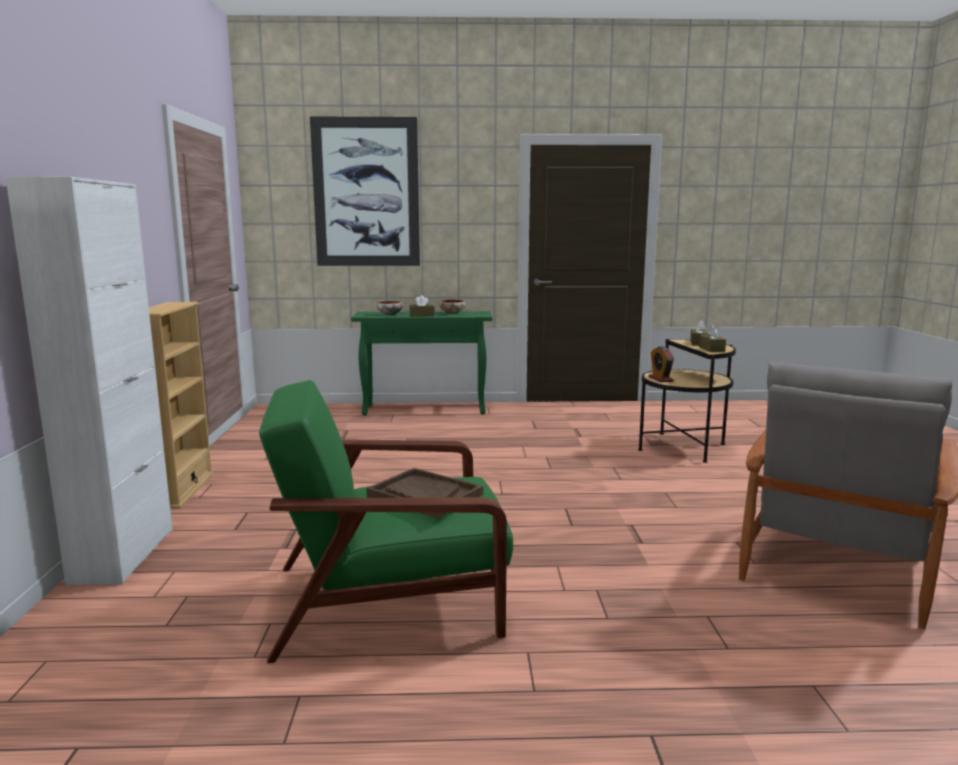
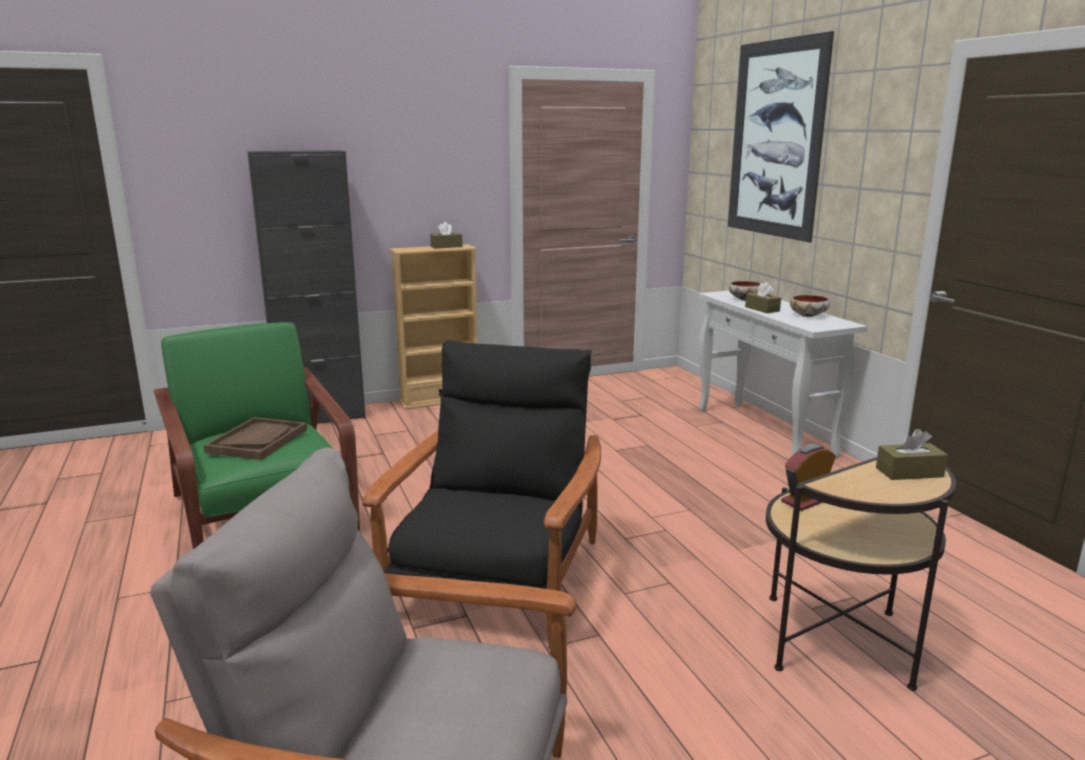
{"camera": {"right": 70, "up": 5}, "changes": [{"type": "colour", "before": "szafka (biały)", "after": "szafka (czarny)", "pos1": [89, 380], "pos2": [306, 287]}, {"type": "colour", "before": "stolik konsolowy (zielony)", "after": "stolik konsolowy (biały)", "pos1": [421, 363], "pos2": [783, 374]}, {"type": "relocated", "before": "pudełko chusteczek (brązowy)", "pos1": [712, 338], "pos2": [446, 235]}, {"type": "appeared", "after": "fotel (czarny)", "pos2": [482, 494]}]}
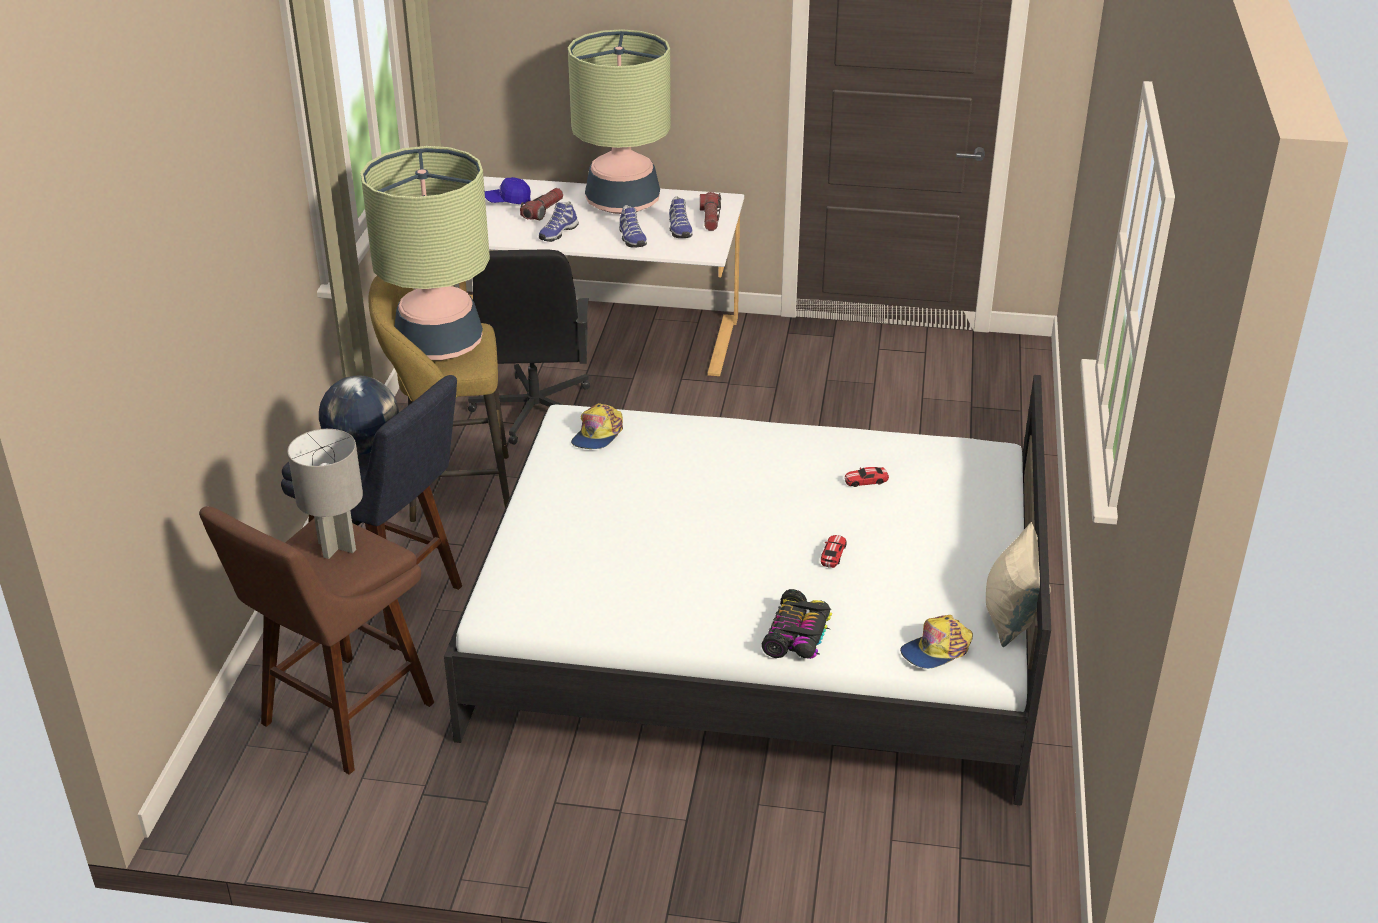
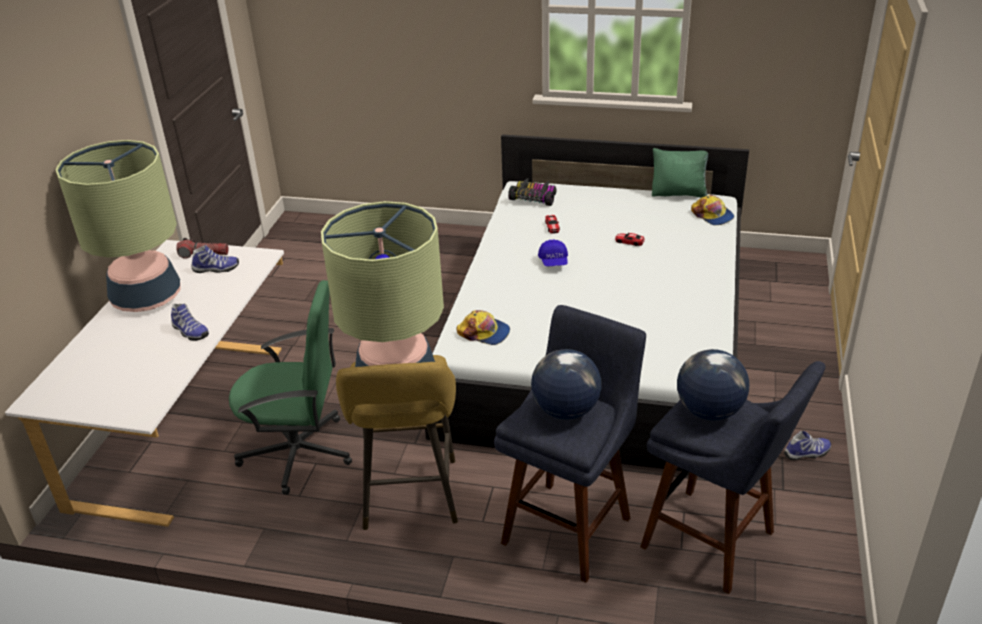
{"camera": {"right": -85, "up": 0}, "changes": [{"type": "relocated", "before": "czapka z daszkiem (niebieski)", "pos1": [508, 190], "pos2": [553, 253]}, {"type": "missing", "before": "latarka", "pos1": [541, 204]}, {"type": "relocated", "before": "but", "pos1": [633, 226], "pos2": [807, 445]}, {"type": "colour", "before": "krzesło biurowe (czarny)", "after": "krzesło biurowe (zielony)", "pos1": [529, 347], "pos2": [290, 387]}, {"type": "exchanged", "before": "lampa stołowa (szary)", "after": "globus", "pos1": [325, 494], "pos2": [713, 384]}, {"type": "colour", "before": "stołek (brązowy)", "after": "stołek (niebieski)", "pos1": [316, 640], "pos2": [732, 477]}, {"type": "colour", "before": "poduszka (beżowy)", "after": "poduszka (zielony)", "pos1": [1018, 584], "pos2": [680, 173]}, {"type": "relocated", "before": "samochodzik", "pos1": [797, 624], "pos2": [532, 191]}]}
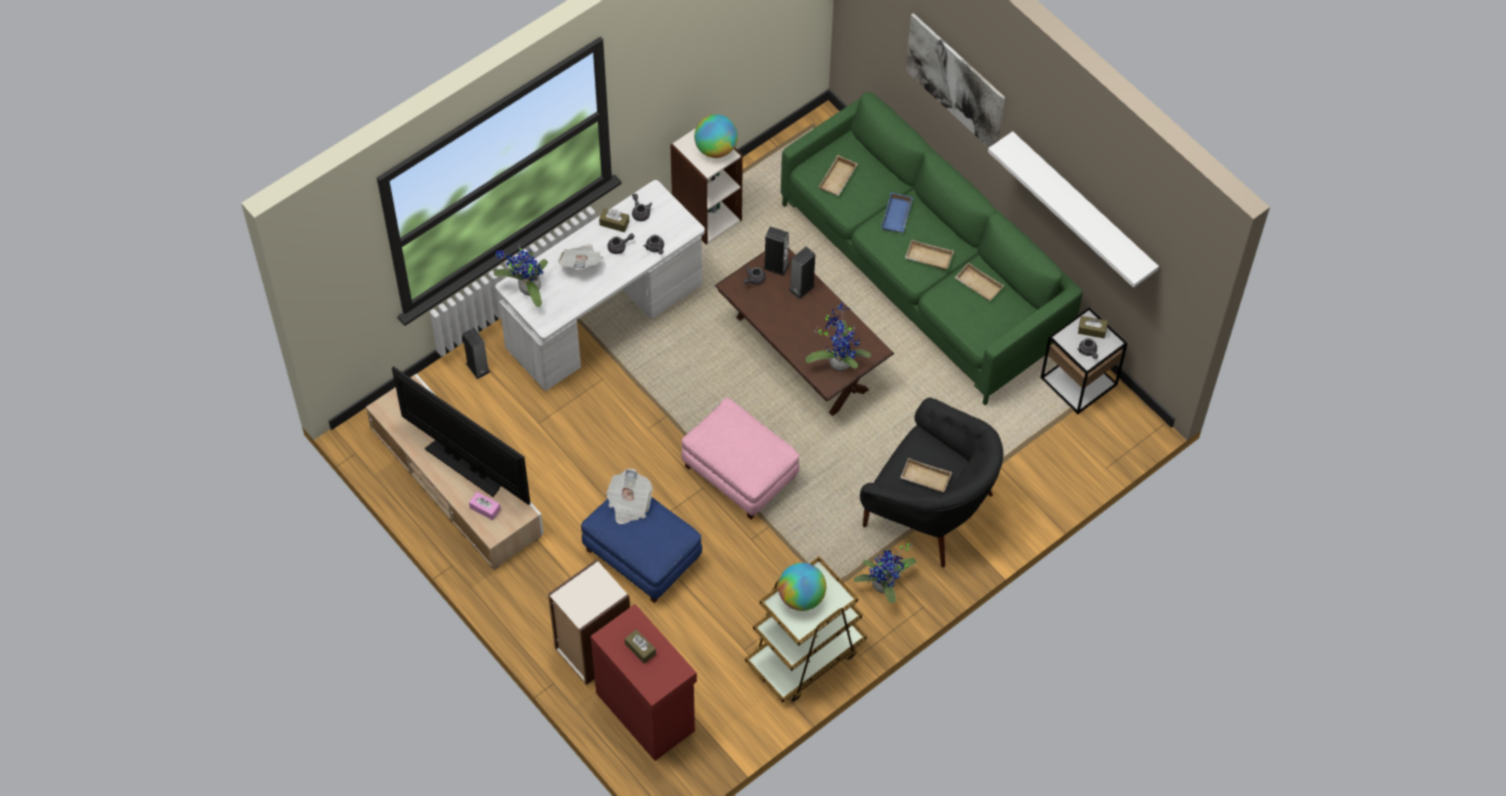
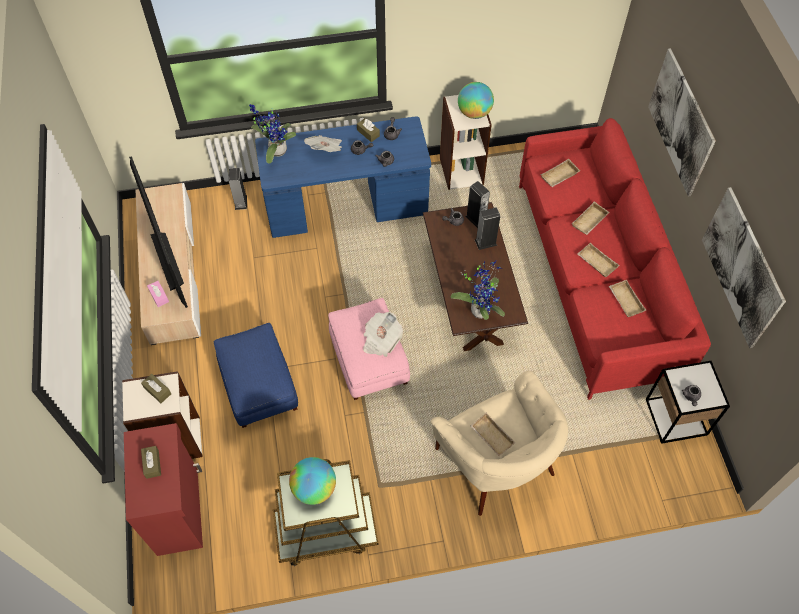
{"camera": {"right": 30, "up": 0}, "changes": [{"type": "colour", "before": "kanapa (zielony)", "after": "kanapa (czerwony)", "pos1": [932, 248], "pos2": [615, 259]}, {"type": "exchanged", "before": "półka (biały)", "after": "obraz", "pos1": [1073, 209], "pos2": [744, 267]}, {"type": "colour", "before": "biurko (biały)", "after": "biurko (niebieski)", "pos1": [600, 285], "pos2": [343, 177]}, {"type": "colour", "before": "taca (niebieski)", "after": "taca (beżowy)", "pos1": [897, 212], "pos2": [590, 218]}, {"type": "relocated", "before": "pudełko chusteczek (brązowy)", "pos1": [1093, 327], "pos2": [156, 388]}, {"type": "colour", "before": "fotel (czarny)", "after": "fotel (beżowy)", "pos1": [931, 482], "pos2": [499, 443]}, {"type": "relocated", "before": "gazeta", "pos1": [629, 496], "pos2": [383, 334]}, {"type": "missing", "before": "roślina doniczkowa", "pos1": [885, 572]}]}
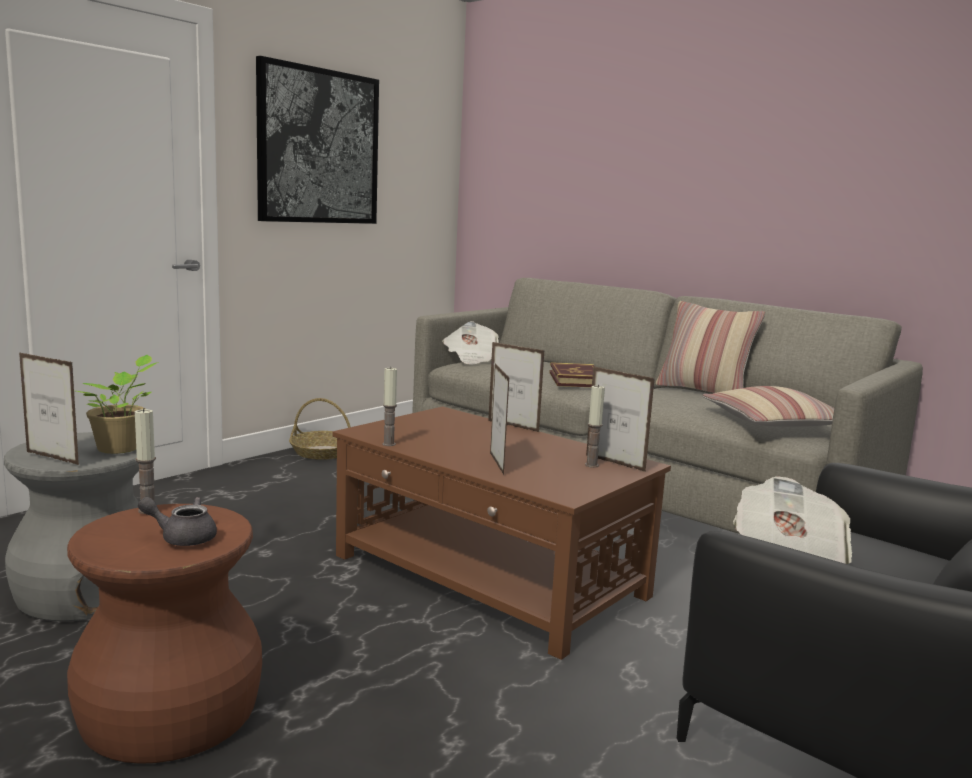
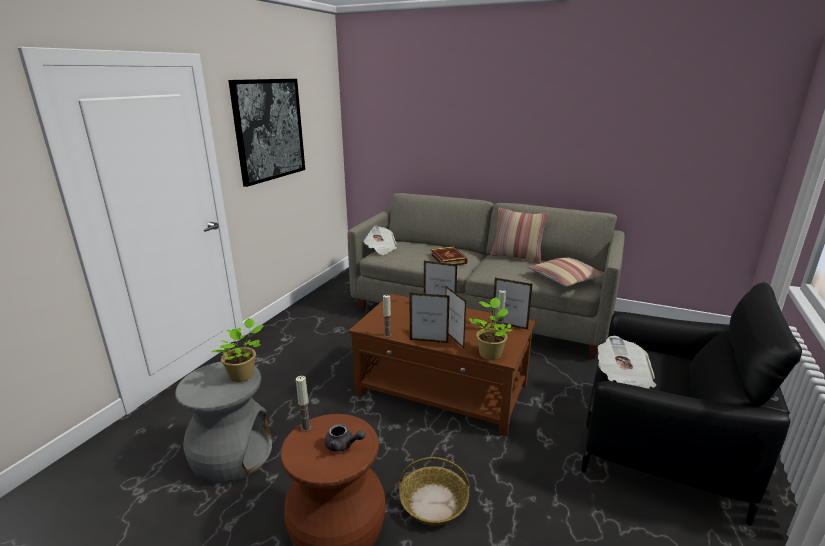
{"camera": {"right": -15, "up": 10}, "changes": [{"type": "relocated", "before": "ramka na zdjęcie", "pos1": [49, 408], "pos2": [429, 318]}, {"type": "relocated", "before": "koszyk", "pos1": [320, 429], "pos2": [434, 491]}, {"type": "spun", "before": "imbryk (szary)", "pos1": [177, 521], "pos2": [345, 438], "turn": -150}, {"type": "appeared", "after": "roślina doniczkowa", "pos2": [491, 328]}]}
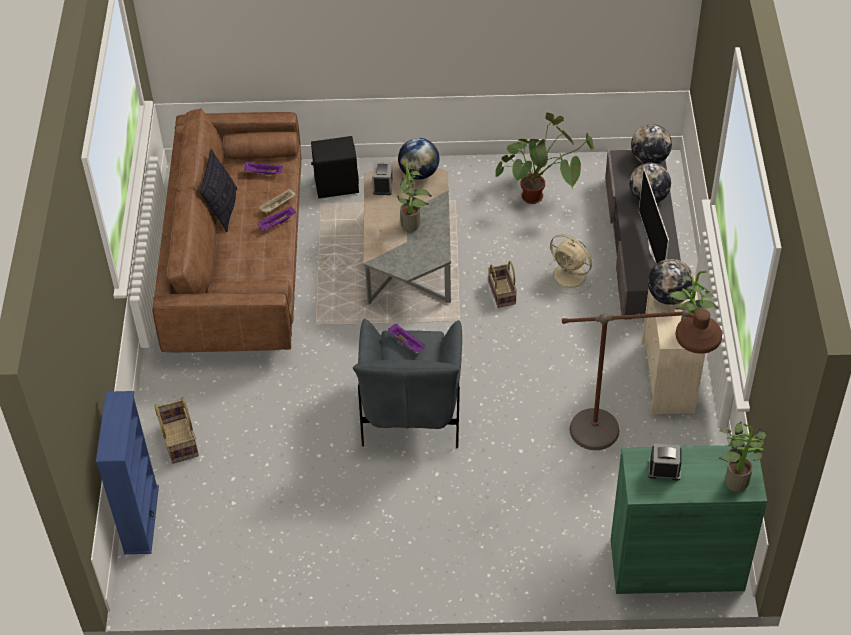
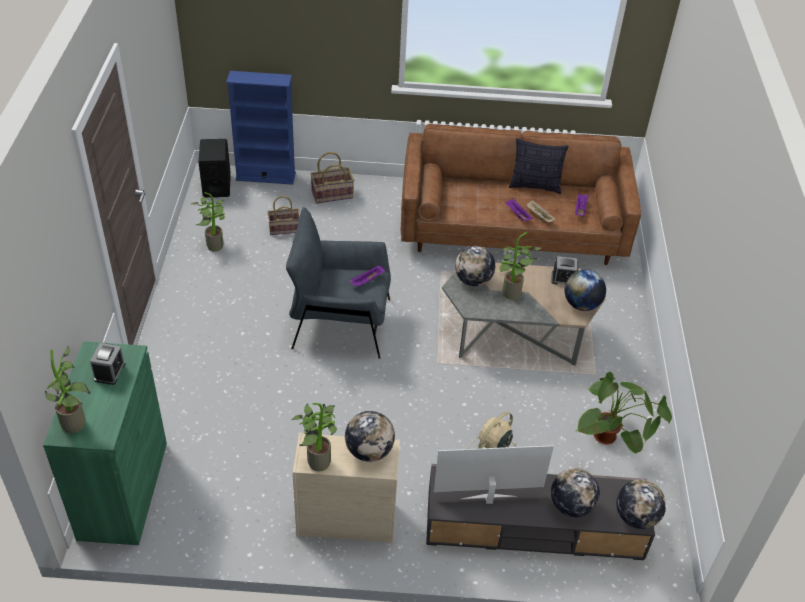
{"camera": {"right": 90, "up": -5}, "changes": [{"type": "relocated", "before": "głośnik (czarny)", "pos1": [335, 167], "pos2": [214, 168]}, {"type": "relocated", "before": "koszyk", "pos1": [502, 284], "pos2": [284, 215]}, {"type": "missing", "before": "lampa stojąca (brązowy)", "pos1": [642, 379]}, {"type": "appeared", "after": "roślina doniczkowa", "pos2": [208, 222]}, {"type": "appeared", "after": "globus", "pos2": [475, 266]}]}
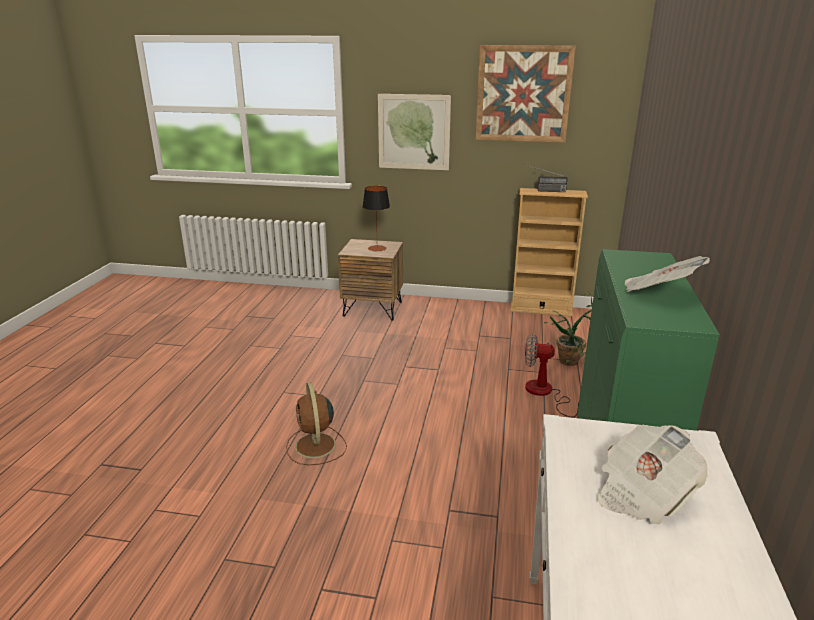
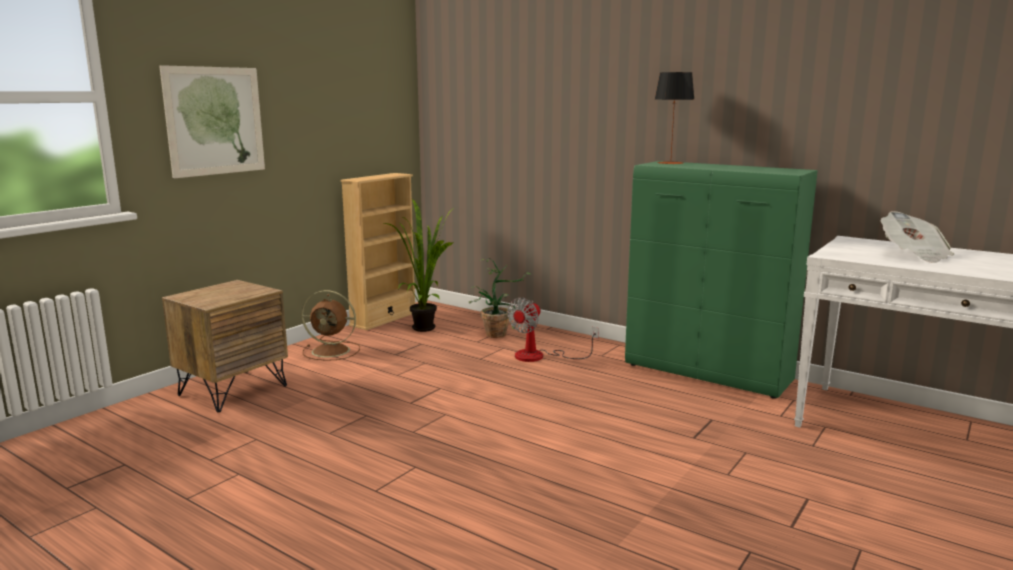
{"camera": {"right": -65, "up": -10}, "changes": [{"type": "missing", "before": "obraz", "pos1": [526, 94]}, {"type": "missing", "before": "radio", "pos1": [547, 178]}, {"type": "relocated", "before": "lampa stołowa", "pos1": [376, 218], "pos2": [675, 118]}, {"type": "missing", "before": "gazeta", "pos1": [667, 274]}, {"type": "relocated", "before": "wentylator (brązowy)", "pos1": [316, 424], "pos2": [330, 325]}, {"type": "appeared", "after": "roślina doniczkowa", "pos2": [418, 265]}]}
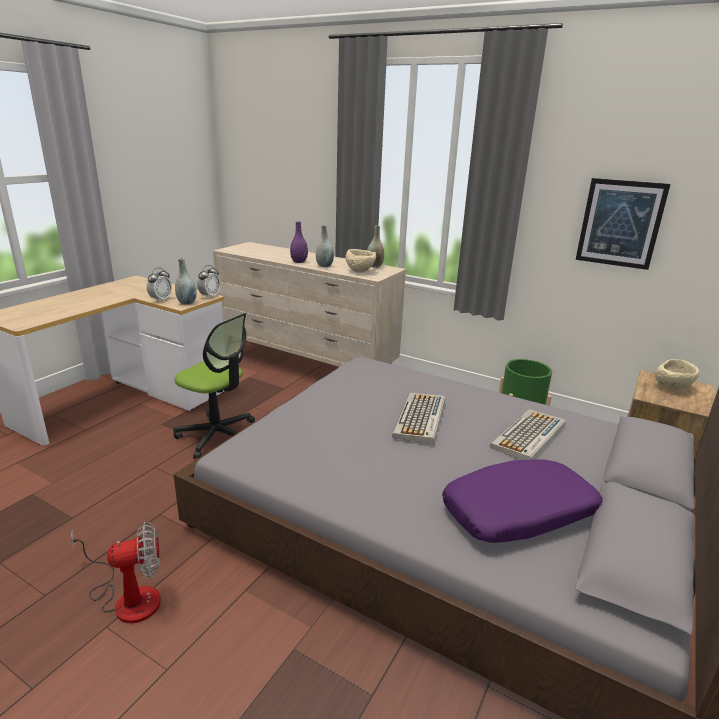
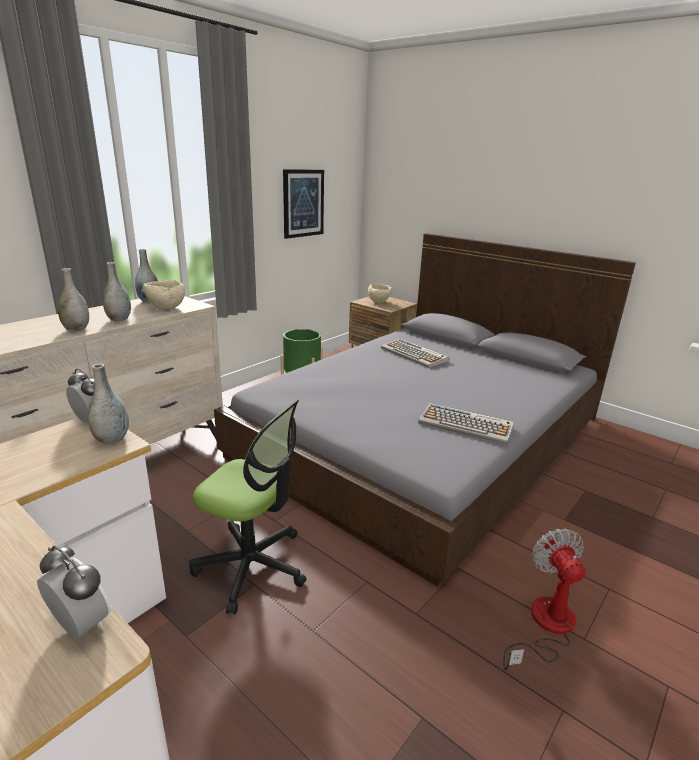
{"camera": {"right": -80, "up": 0}, "changes": [{"type": "colour", "before": "wazon (fioletowy)", "after": "wazon (szary)", "pos1": [299, 242], "pos2": [73, 299]}, {"type": "relocated", "before": "budzik", "pos1": [159, 285], "pos2": [74, 591]}, {"type": "spun", "before": "krzesło biurowe", "pos1": [214, 386], "pos2": [248, 506], "turn": 75}, {"type": "relocated", "before": "klawiatura", "pos1": [418, 418], "pos2": [466, 424]}, {"type": "missing", "before": "poduszka (fioletowy)", "pos1": [522, 501]}]}
